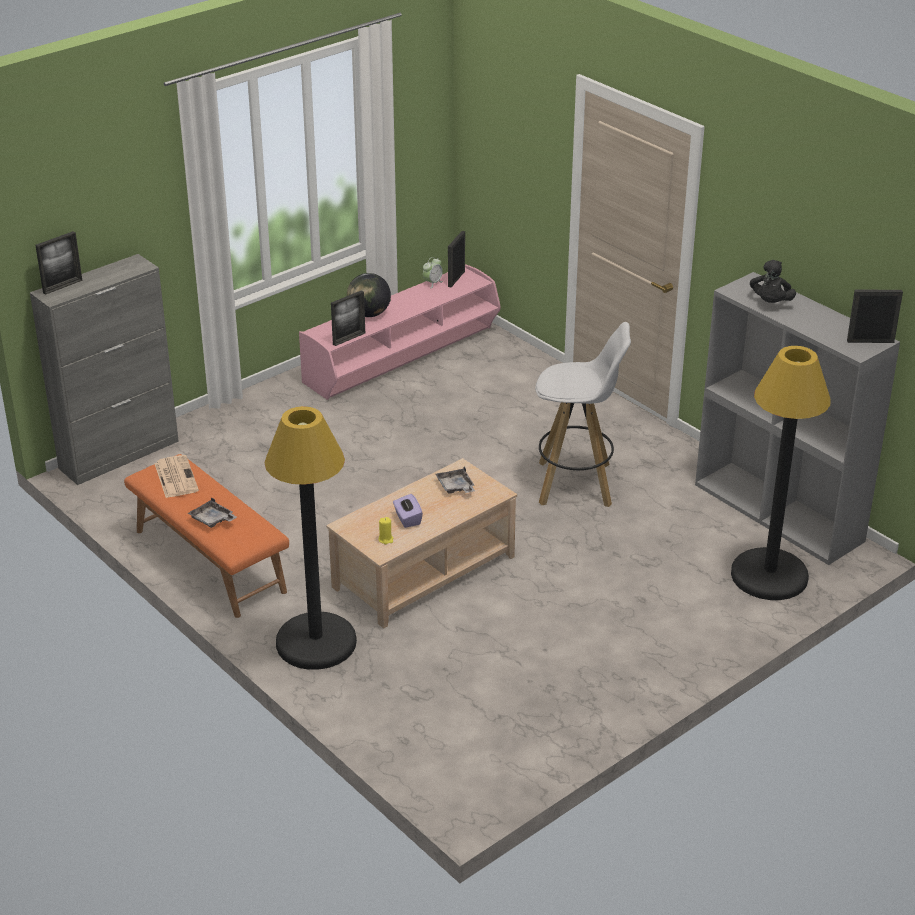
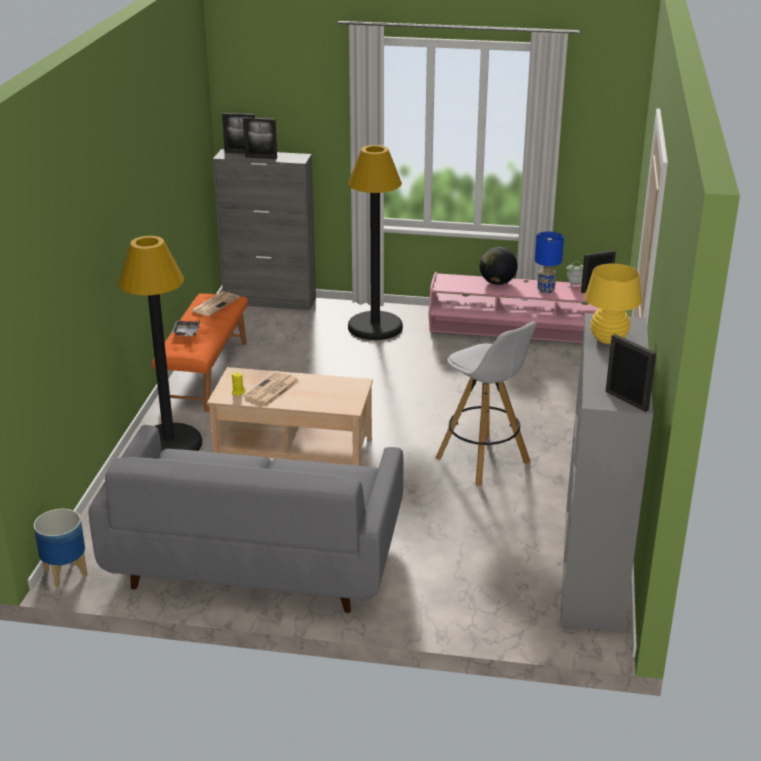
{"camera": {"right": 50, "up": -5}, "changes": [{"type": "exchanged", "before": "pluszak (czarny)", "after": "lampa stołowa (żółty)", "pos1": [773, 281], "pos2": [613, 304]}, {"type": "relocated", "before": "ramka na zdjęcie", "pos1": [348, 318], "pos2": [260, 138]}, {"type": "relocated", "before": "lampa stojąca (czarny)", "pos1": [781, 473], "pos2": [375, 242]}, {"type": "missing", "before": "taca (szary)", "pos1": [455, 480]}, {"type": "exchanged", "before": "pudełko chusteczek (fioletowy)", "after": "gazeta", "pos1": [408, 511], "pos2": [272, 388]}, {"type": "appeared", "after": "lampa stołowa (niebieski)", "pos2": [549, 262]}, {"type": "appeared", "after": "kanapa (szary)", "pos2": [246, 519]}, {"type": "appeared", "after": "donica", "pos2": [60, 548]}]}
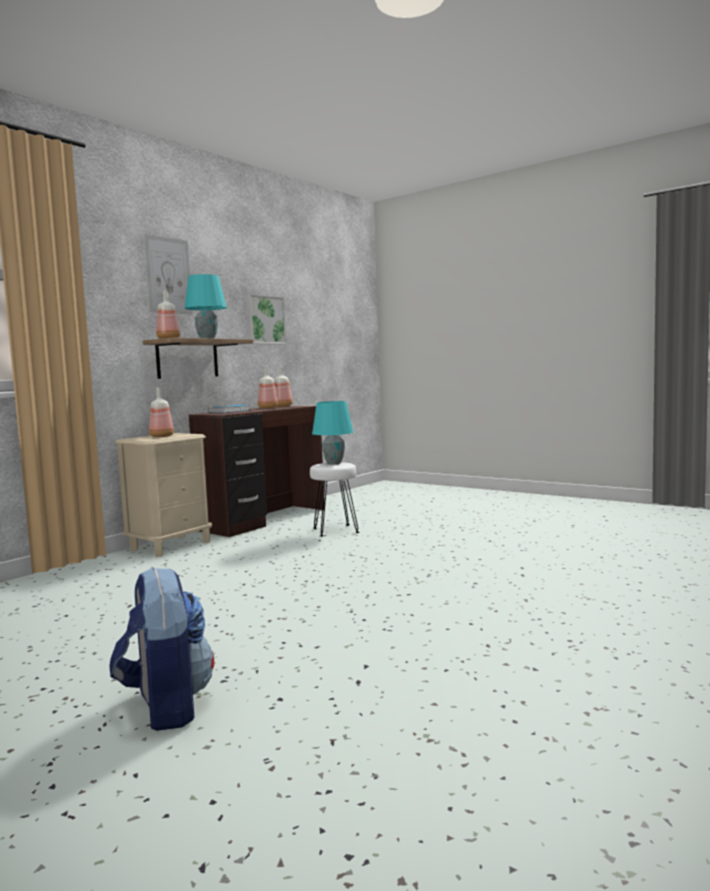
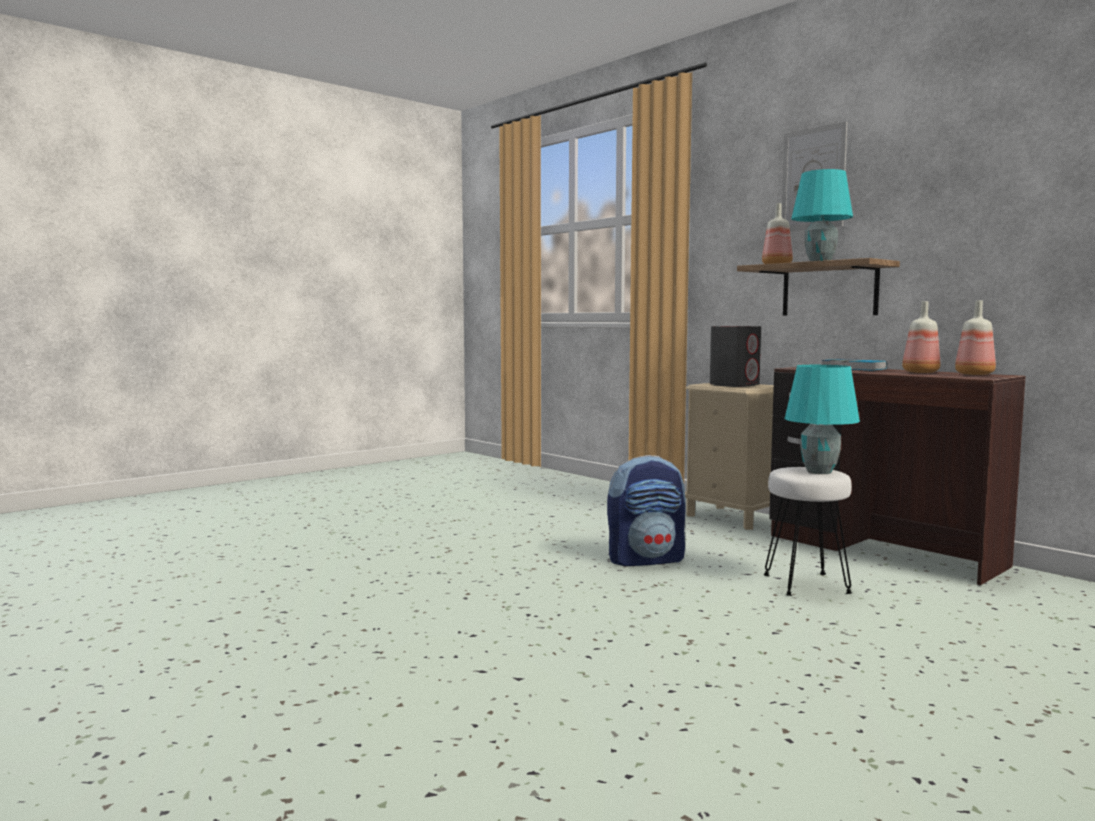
{"camera": {"right": 100, "up": 0}, "changes": [{"type": "missing", "before": "obraz", "pos1": [266, 319]}, {"type": "exchanged", "before": "butelka", "after": "głośnik (szary)", "pos1": [161, 412], "pos2": [735, 356]}, {"type": "relocated", "before": "plecak", "pos1": [161, 649], "pos2": [646, 510]}]}
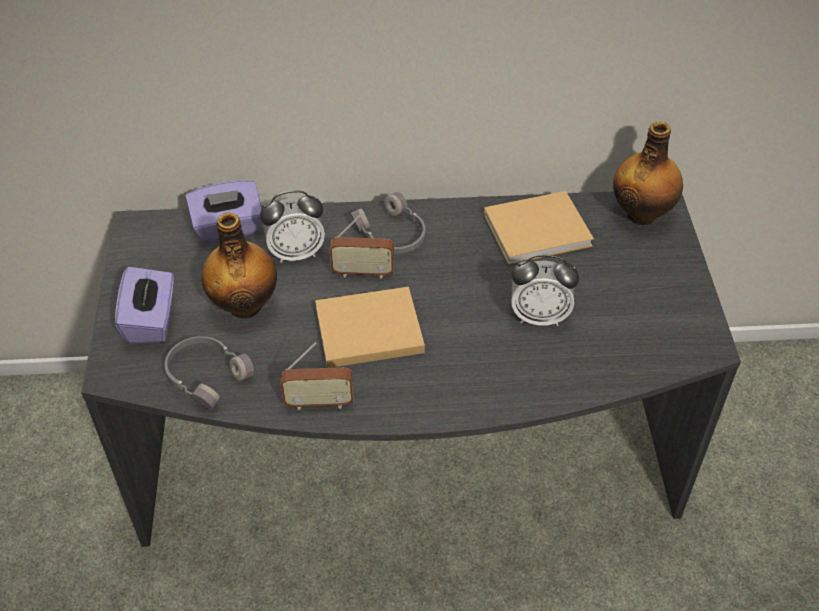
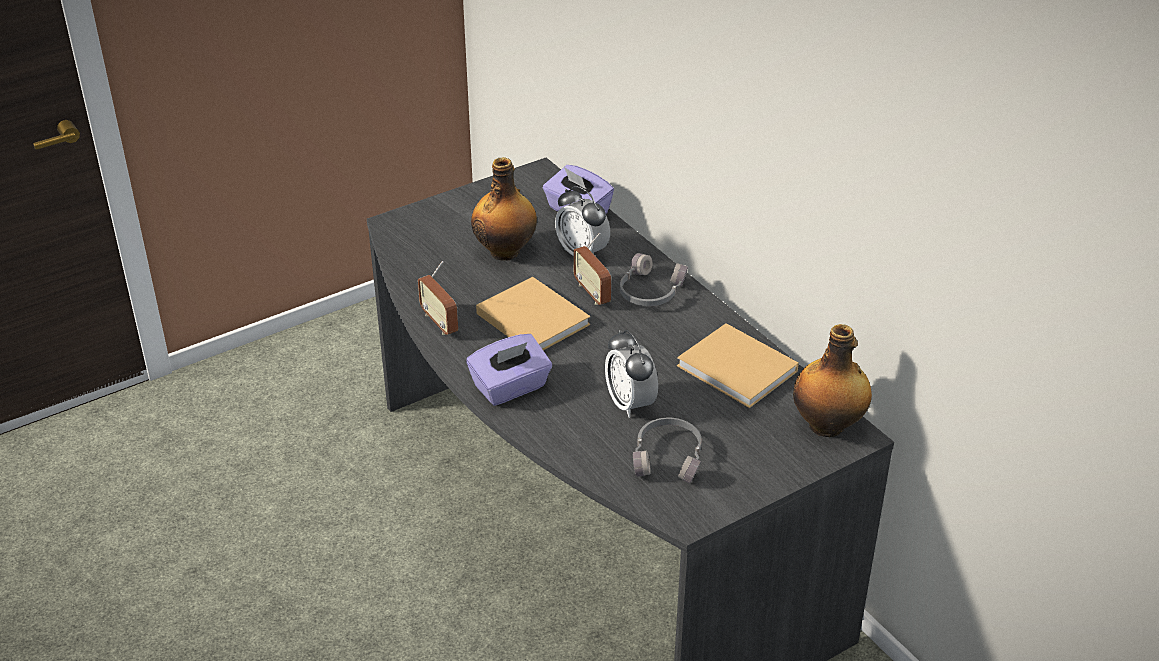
{"camera": {"right": 60, "up": -10}, "changes": [{"type": "relocated", "before": "pudełko chusteczek (fioletowy)", "pos1": [144, 305], "pos2": [509, 370]}, {"type": "relocated", "before": "słuchawki (szary)", "pos1": [209, 373], "pos2": [667, 451]}]}
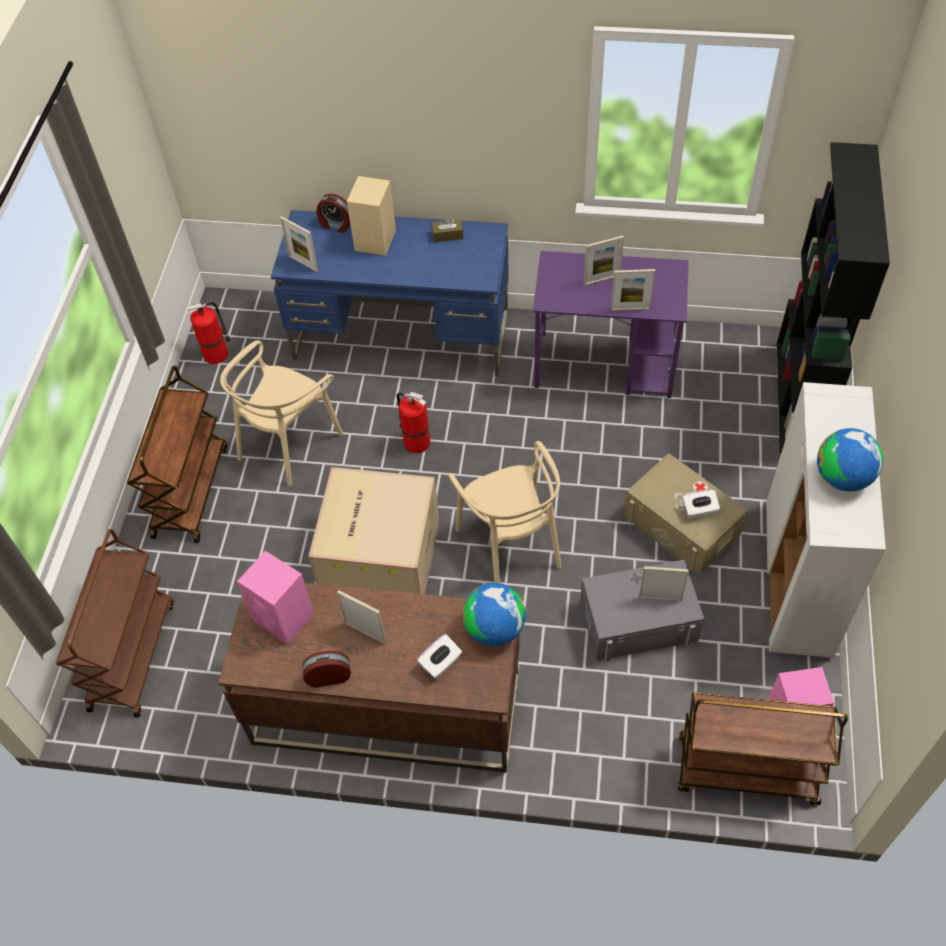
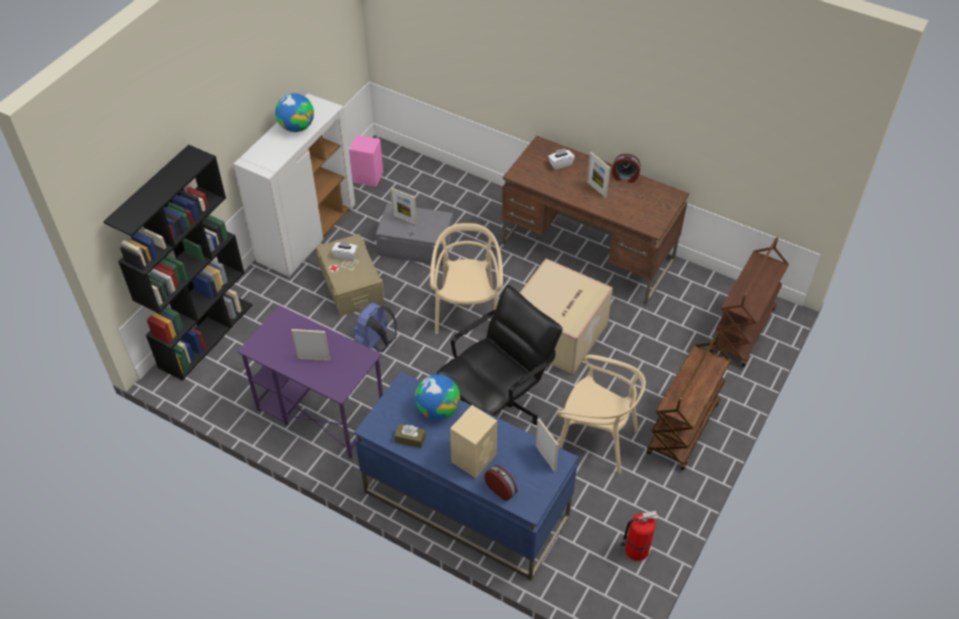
{"camera": {"right": -160, "up": -5}, "changes": [{"type": "missing", "before": "ramka na zdjęcie", "pos1": [633, 290]}, {"type": "spun", "before": "krzesło (beżowy)", "pos1": [281, 413], "pos2": [602, 414], "turn": 60}, {"type": "exchanged", "before": "gaśnica", "after": "krzesło biurowe (czarny)", "pos1": [413, 422], "pos2": [499, 355]}, {"type": "missing", "before": "głośnik (różowy)", "pos1": [275, 597]}, {"type": "relocated", "before": "globus", "pos1": [494, 614], "pos2": [437, 397]}, {"type": "missing", "before": "wózek (brązowy)", "pos1": [763, 748]}, {"type": "appeared", "after": "plecak (niebieski)", "pos2": [375, 327]}]}
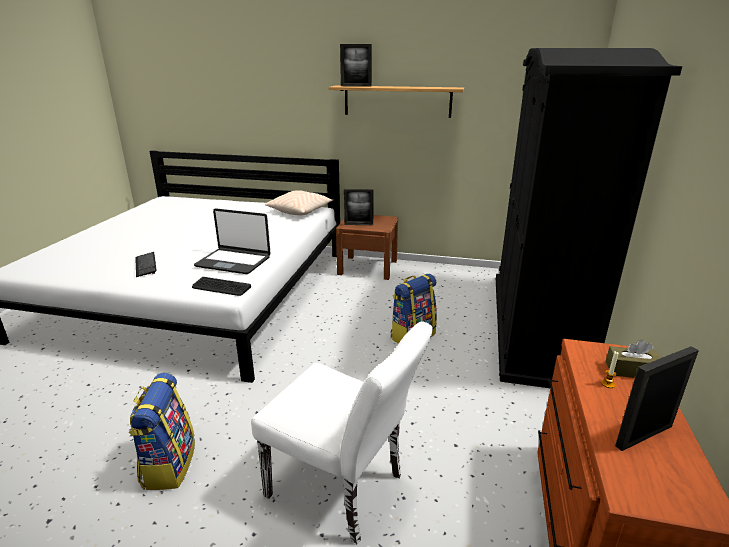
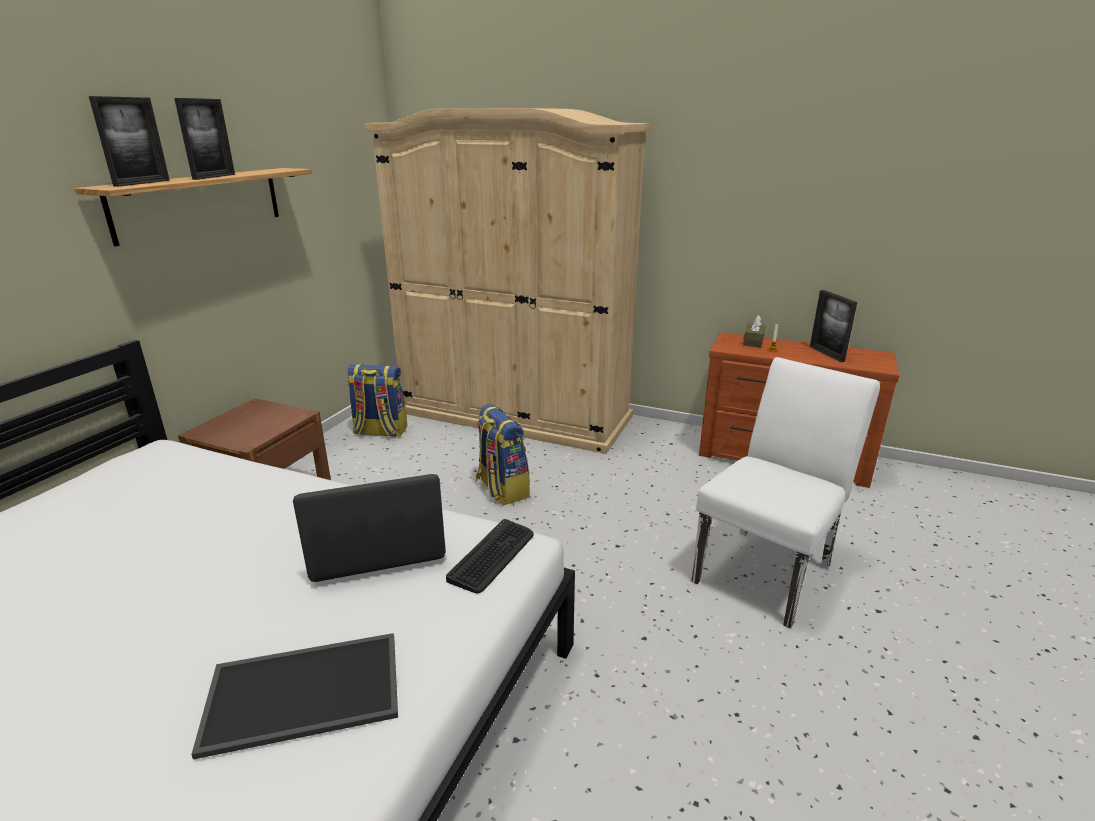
{"camera": {"right": -80, "up": 0}, "changes": [{"type": "colour", "before": "szafa (czarny)", "after": "szafa (beżowy)", "pos1": [588, 218], "pos2": [508, 281]}, {"type": "relocated", "before": "ramka na zdjęcie", "pos1": [359, 207], "pos2": [204, 139]}, {"type": "missing", "before": "poduszka (beżowy)", "pos1": [299, 202]}, {"type": "spun", "before": "laptop", "pos1": [232, 241], "pos2": [369, 528], "turn": -135}, {"type": "exchanged", "before": "klawiatura", "after": "taca", "pos1": [146, 264], "pos2": [294, 696]}, {"type": "relocated", "before": "plecak", "pos1": [162, 431], "pos2": [377, 400]}]}
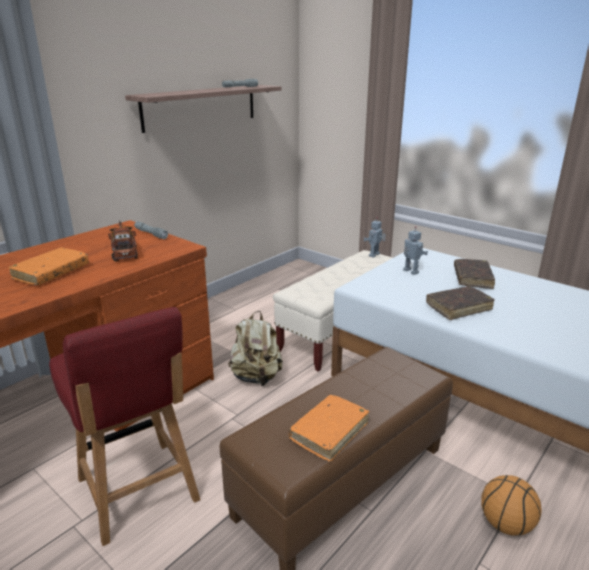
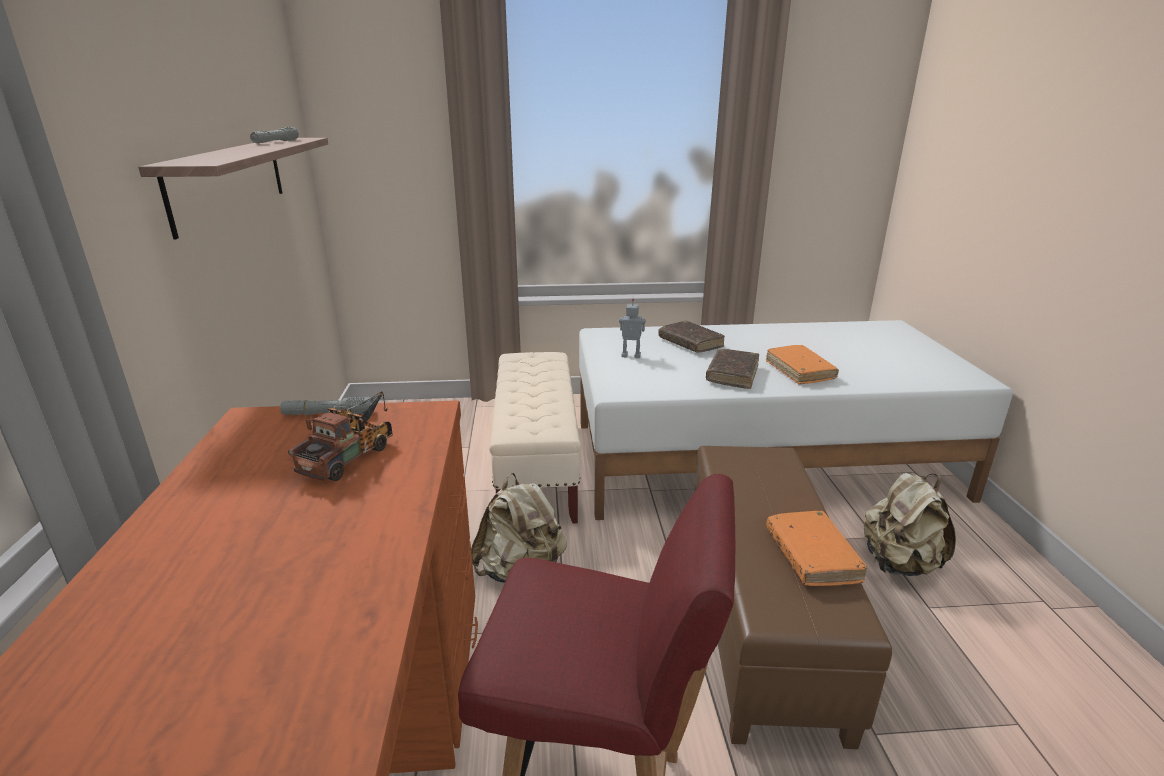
{"camera": {"right": -45, "up": 0}, "changes": [{"type": "missing", "before": "robot zabawkowy", "pos1": [374, 237]}, {"type": "spun", "before": "ciężarówka zabawkowa", "pos1": [123, 240], "pos2": [340, 436], "turn": 90}, {"type": "relocated", "before": "książka (pomarańczowy)", "pos1": [48, 266], "pos2": [802, 365]}, {"type": "exchanged", "before": "piłka do koszykówki", "after": "plecak (beżowy)", "pos1": [511, 505], "pos2": [910, 524]}]}
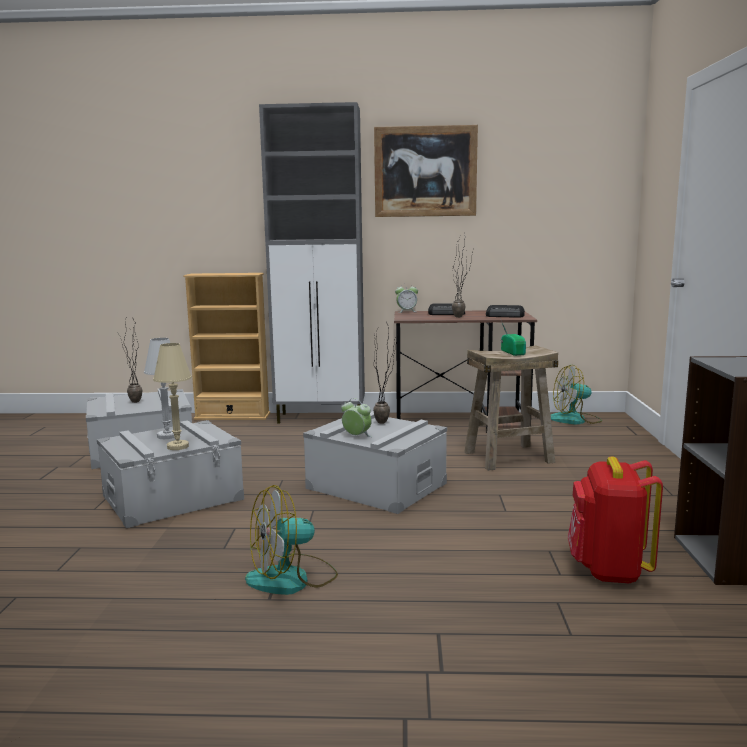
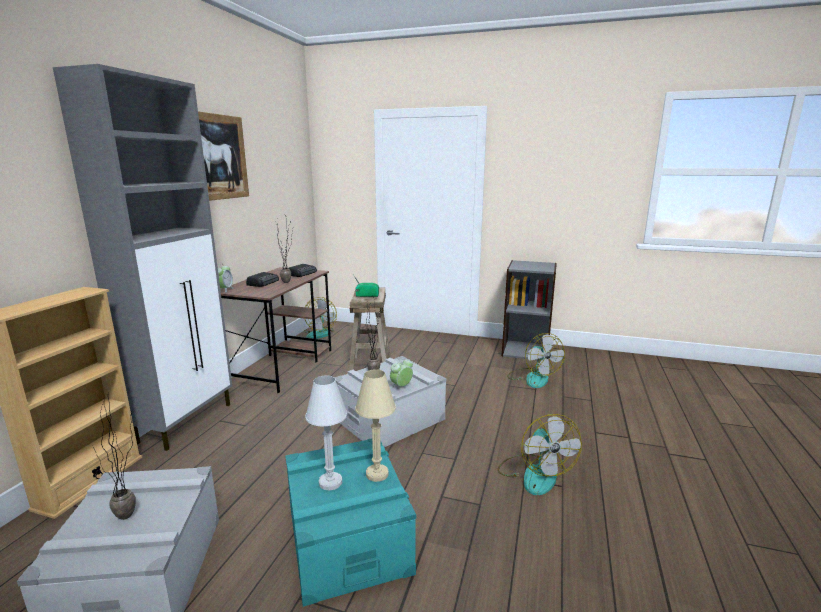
{"camera": {"right": -75, "up": 5}, "changes": [{"type": "colour", "before": "pojemnik do przechowywania (szary)", "after": "pojemnik do przechowywania (turkusowy)", "pos1": [170, 474], "pos2": [350, 522]}, {"type": "exchanged", "before": "plecak (czerwony)", "after": "wentylator", "pos1": [615, 520], "pos2": [536, 360]}]}
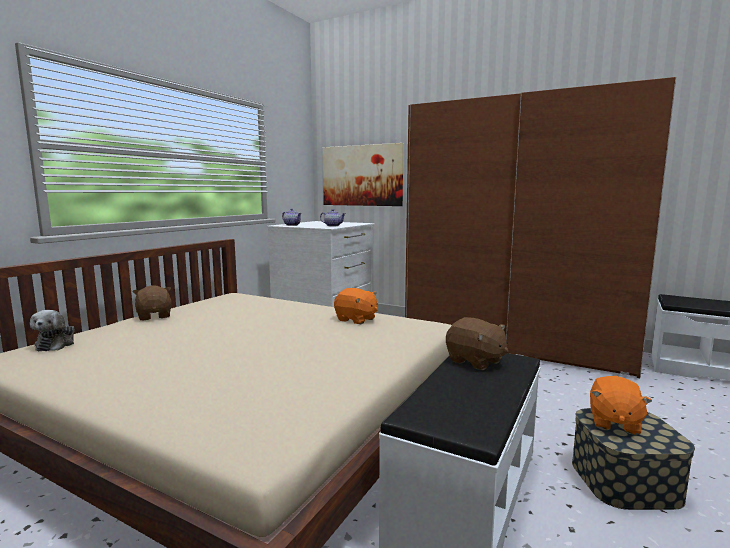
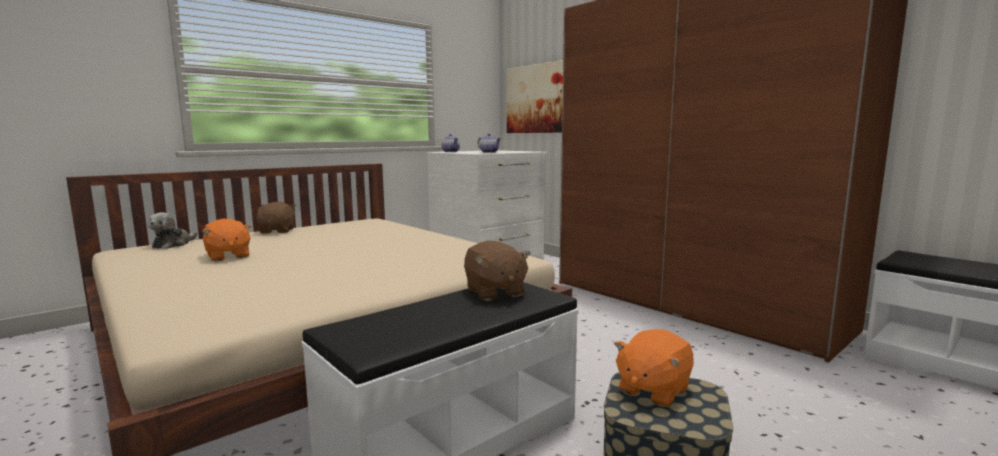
{"camera": {"right": 20, "up": 0}, "changes": [{"type": "relocated", "before": "pluszak (pomarańczowy)", "pos1": [356, 306], "pos2": [227, 240]}]}
